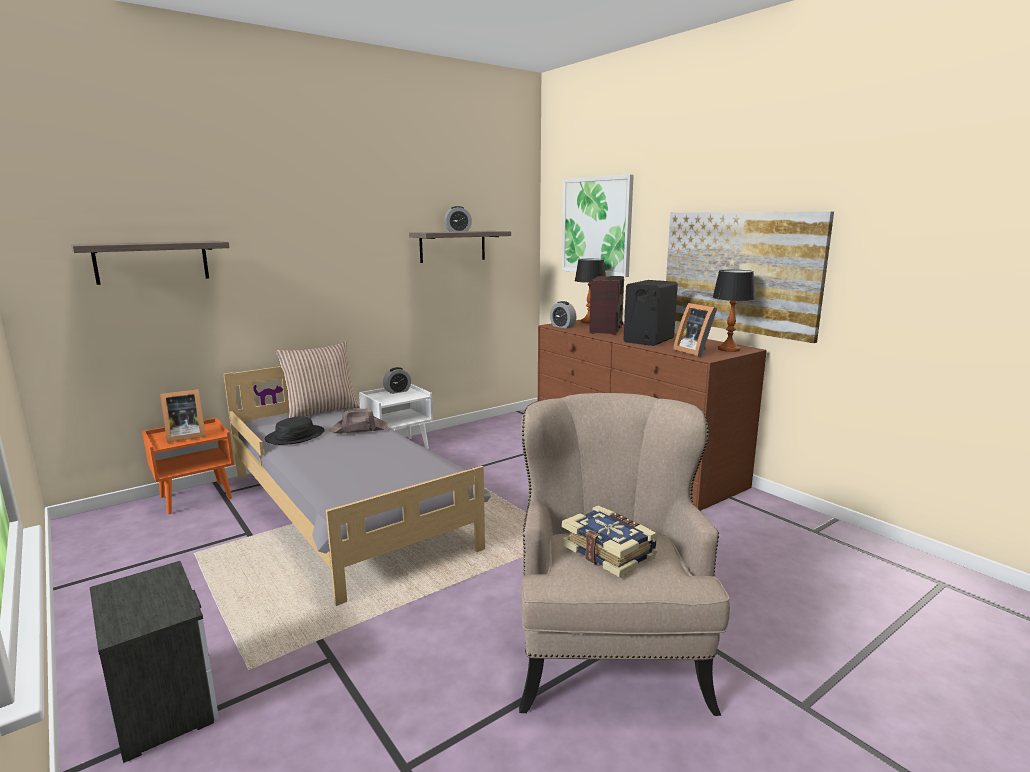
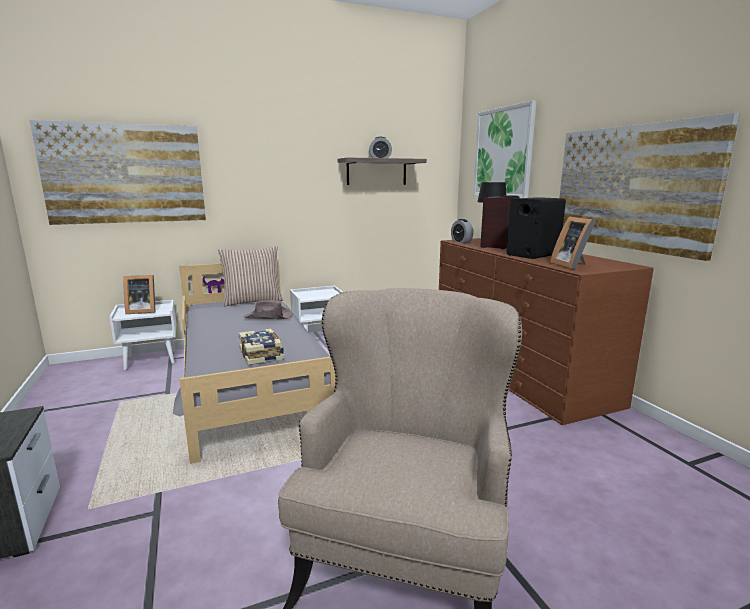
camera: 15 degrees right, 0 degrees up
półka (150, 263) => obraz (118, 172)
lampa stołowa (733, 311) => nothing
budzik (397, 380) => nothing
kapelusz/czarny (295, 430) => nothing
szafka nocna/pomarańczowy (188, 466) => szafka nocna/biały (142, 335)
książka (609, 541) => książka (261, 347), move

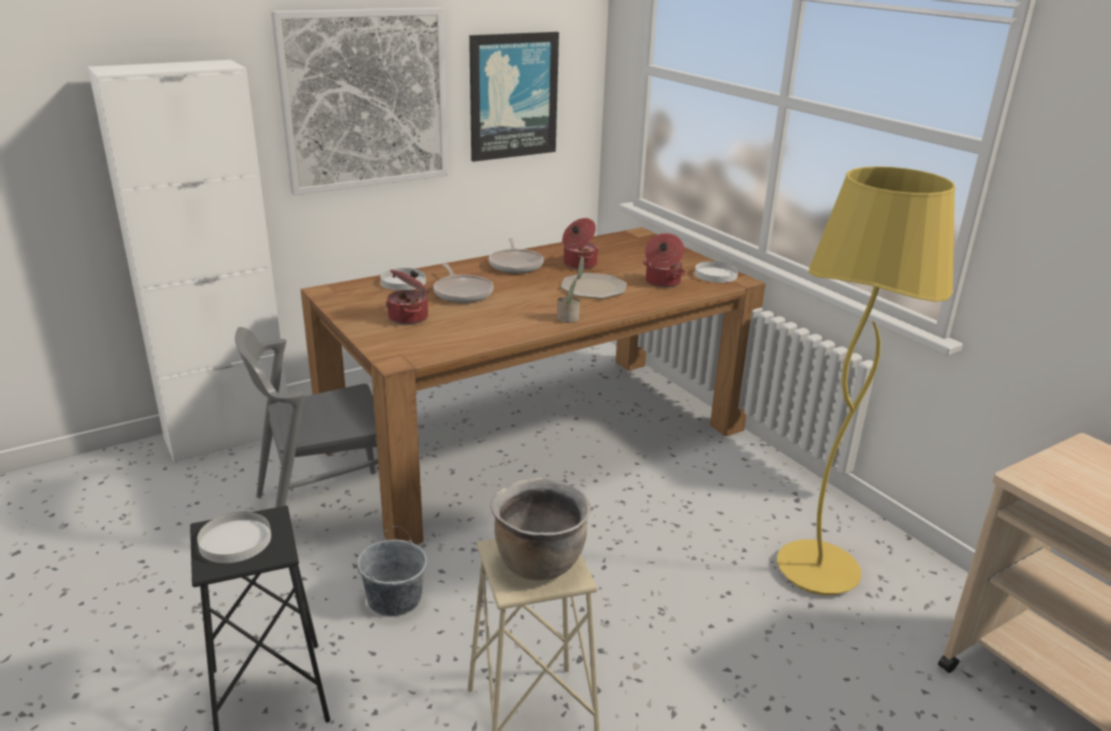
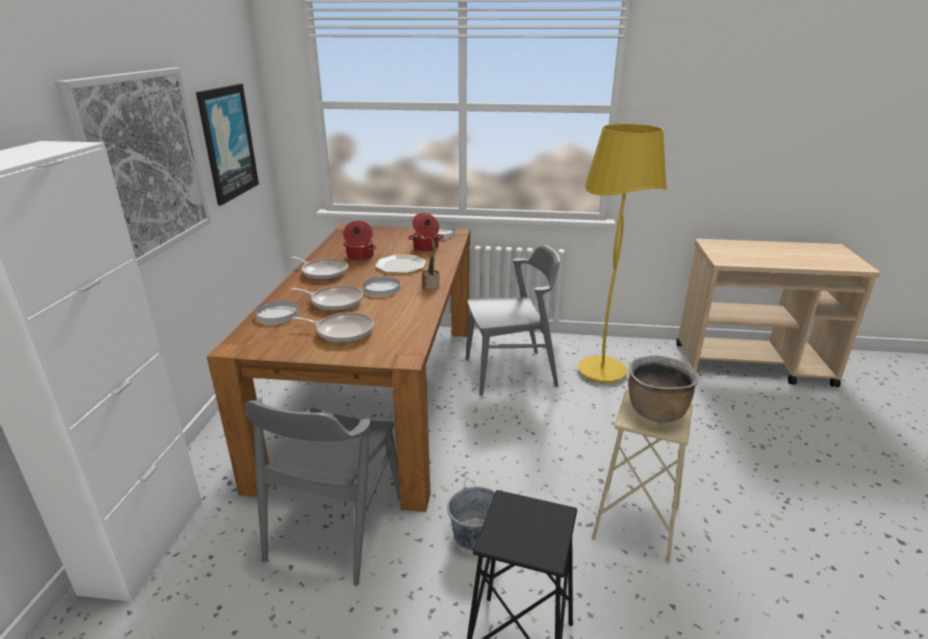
camera: 50 degrees left, 0 degrees up
garnek (407, 297) => patelnia (333, 327)
talerz/biały (234, 537) => talerz/biały (381, 286), move
nothing => krzesło/szary (513, 320)

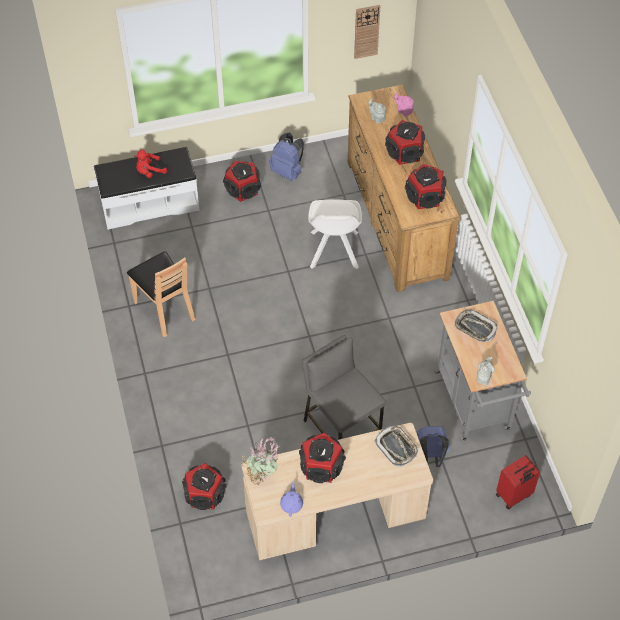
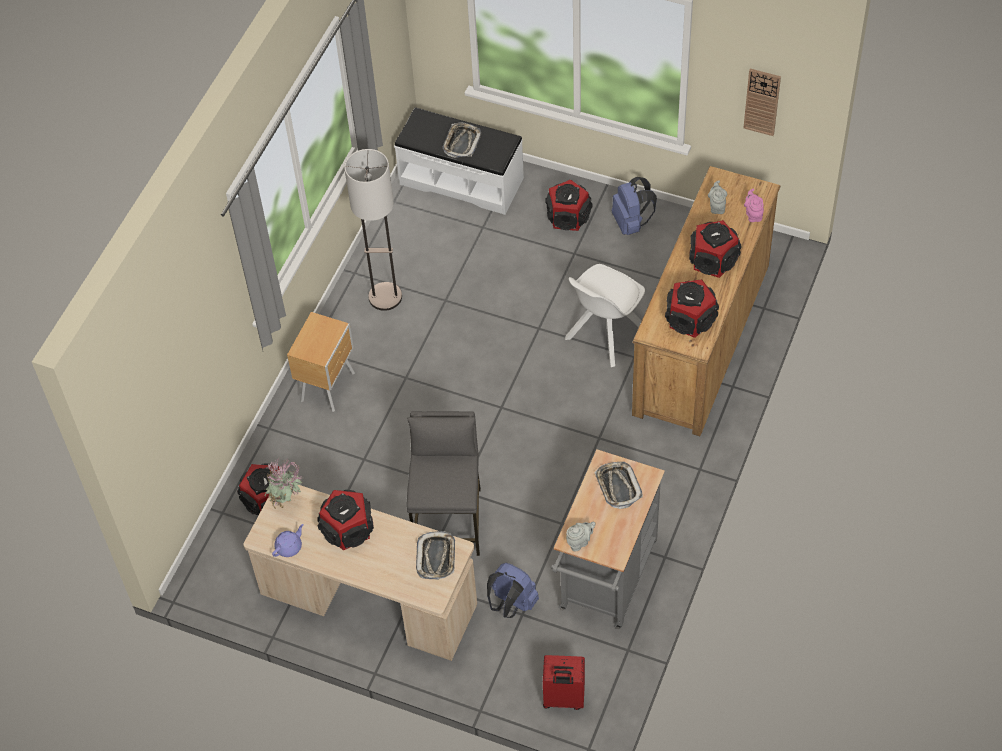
camera: 40 degrees right, 0 degrees up
pluszak/czerwony (150, 164) => taca (462, 140)
krzesło/brązowy (161, 294) => lampa stojąca (373, 230)
nothing => szafka nocna/brązowy (321, 362)

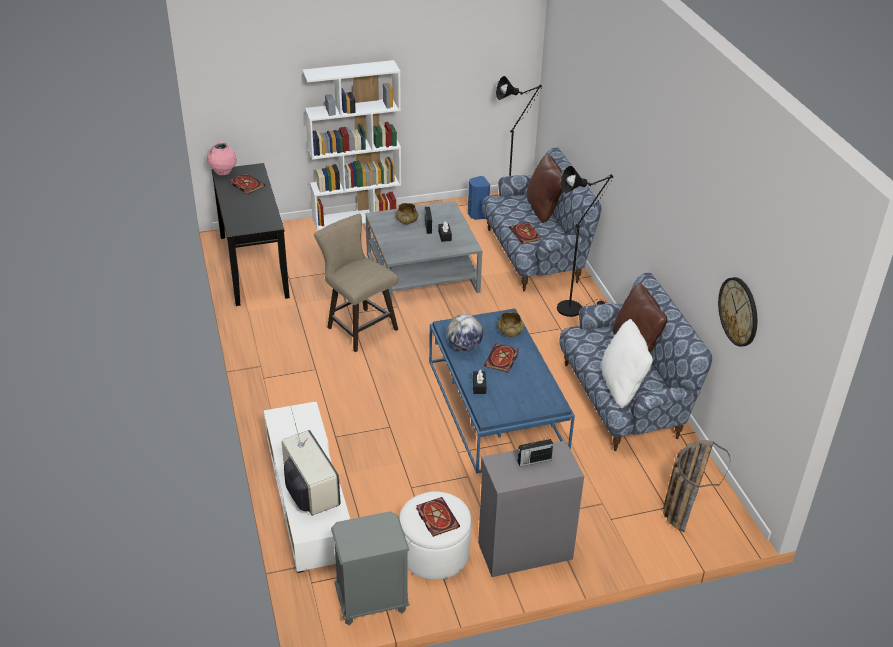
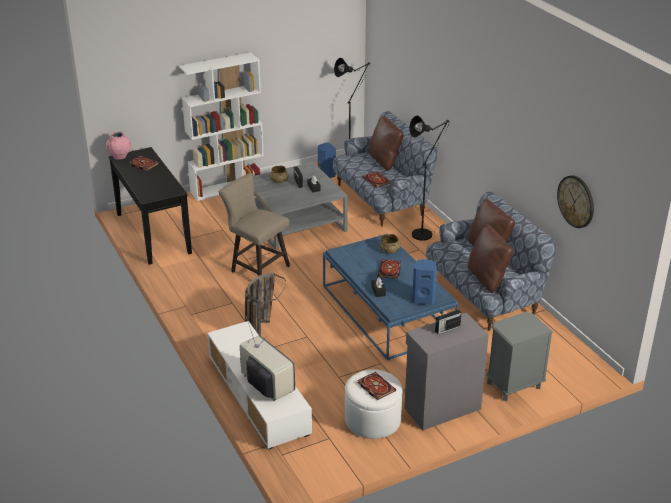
camera: 10 degrees left, 5 degrees down
globus (464, 332) => nothing
poduszka/biały (627, 363) => poduszka/brązowy (490, 258)
koszyk (696, 486) => koszyk (265, 304), move
szafka nocna/szary (370, 568) => szafka nocna/szary (519, 356), move
nothing => głośnik/niebieski (424, 282)

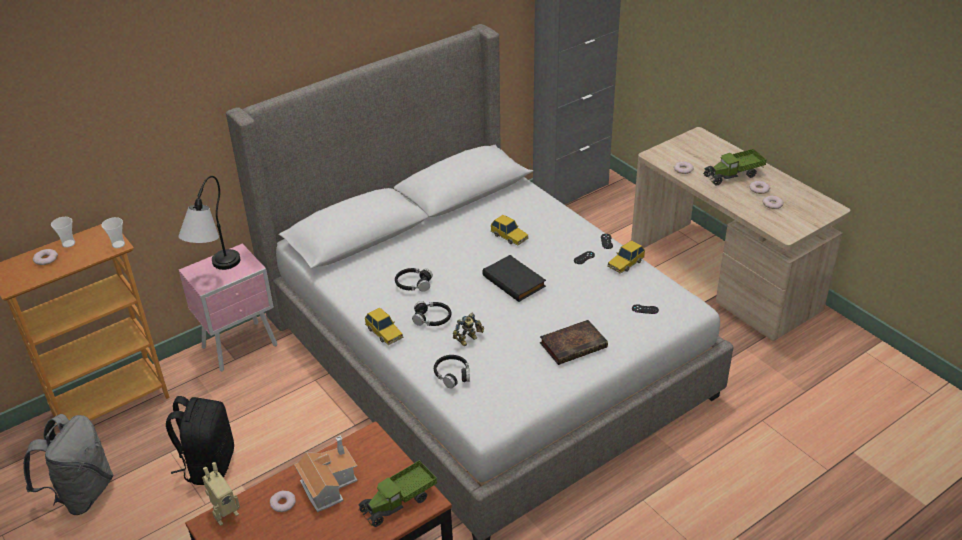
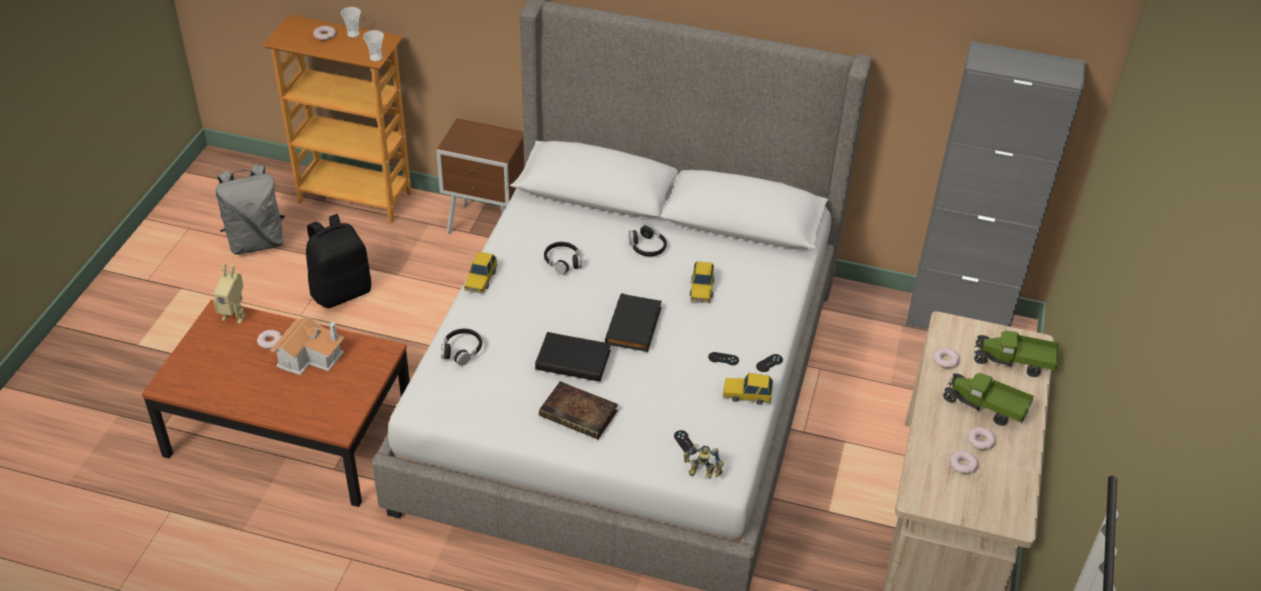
camera: 50 degrees right, 5 degrees up
lampa stołowa (209, 223) => nothing
szafka nocna/różowy (228, 308) => szafka nocna/brązowy (480, 176)
słuchawki/czarny (431, 313) => słuchawki/czarny (648, 240), move
robot zabawkowy (468, 329) => robot zabawkowy (704, 461), move
ciężarówka zabawkowa (397, 493) => ciężarówka zabawkowa (1016, 354), move
nothing => książka/czarny (573, 357)

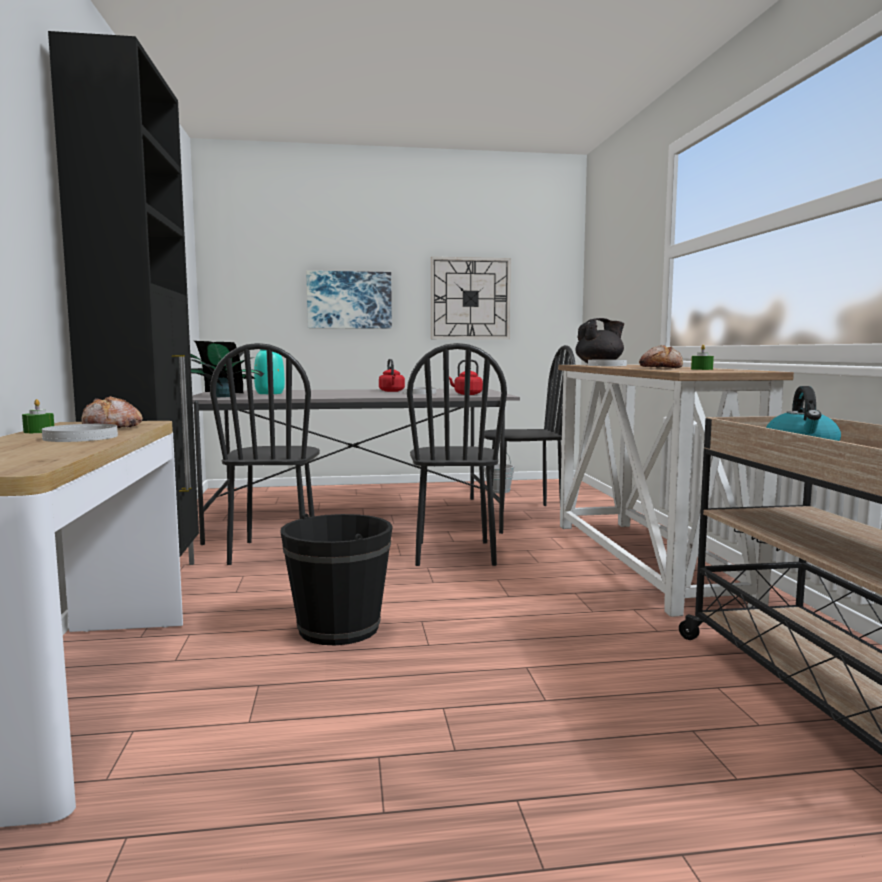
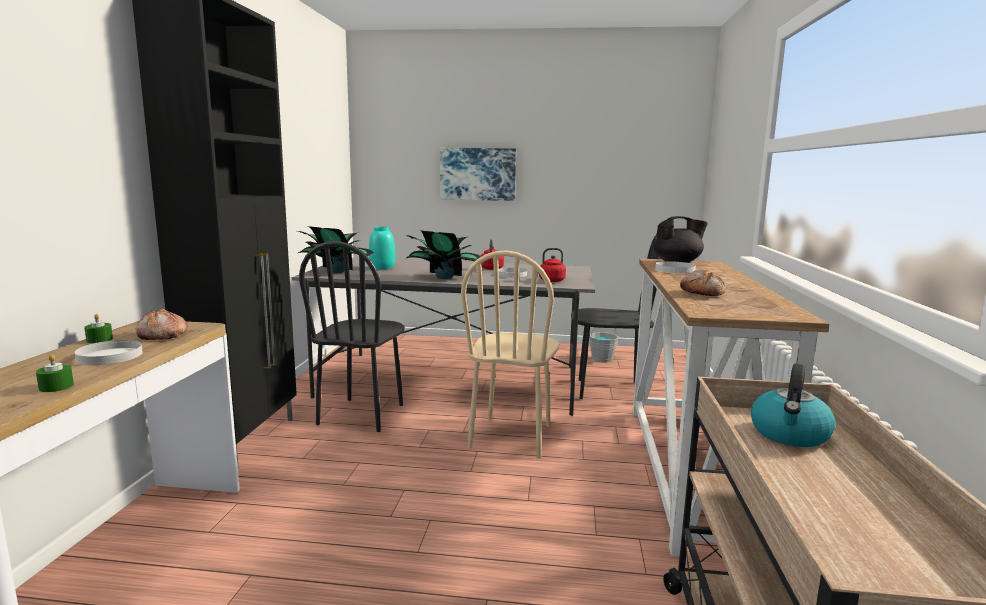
camera: 15 degrees right, 5 degrees up
zegar ścienny (471, 298) => nothing
krzesło/czarny (457, 454) => krzesło/beżowy (510, 354)
świeca/zielony (702, 357) => świeca/zielony (55, 373), move
wiadro/czarny (336, 579) => nothing
nothing => roślina doniczkowa (443, 255)

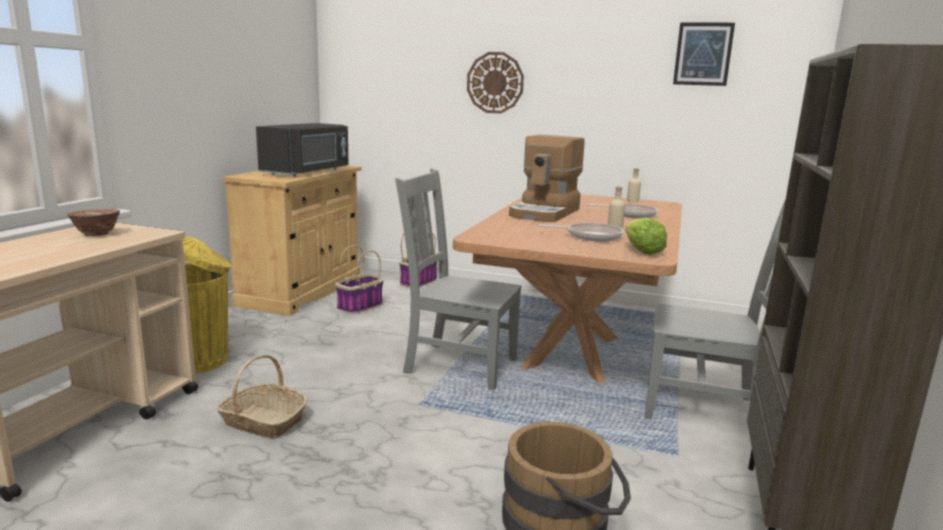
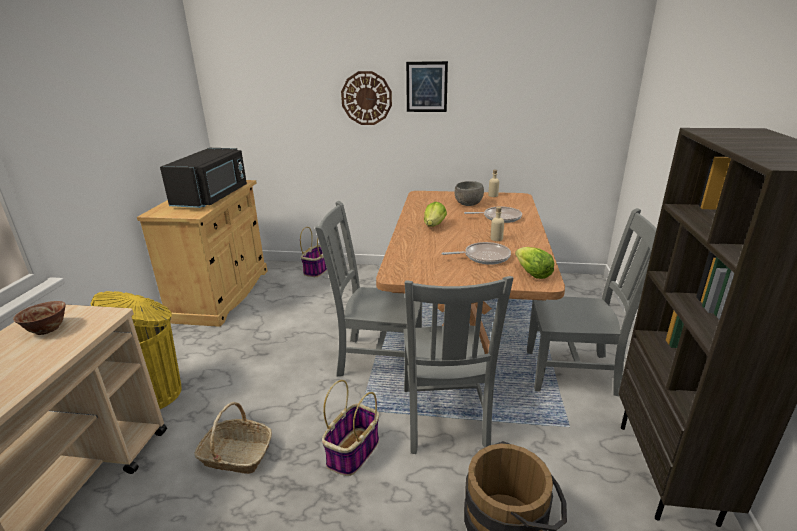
camera: 10 degrees left, 10 degrees up
obraz (704, 54) => obraz (427, 86), move
ekspres do kawy (547, 178) => sałata (435, 214)
koszyk (359, 279) => koszyk (350, 428), move
nothing => miska/szary (469, 193)
nothing => krzesło/szary (458, 365)

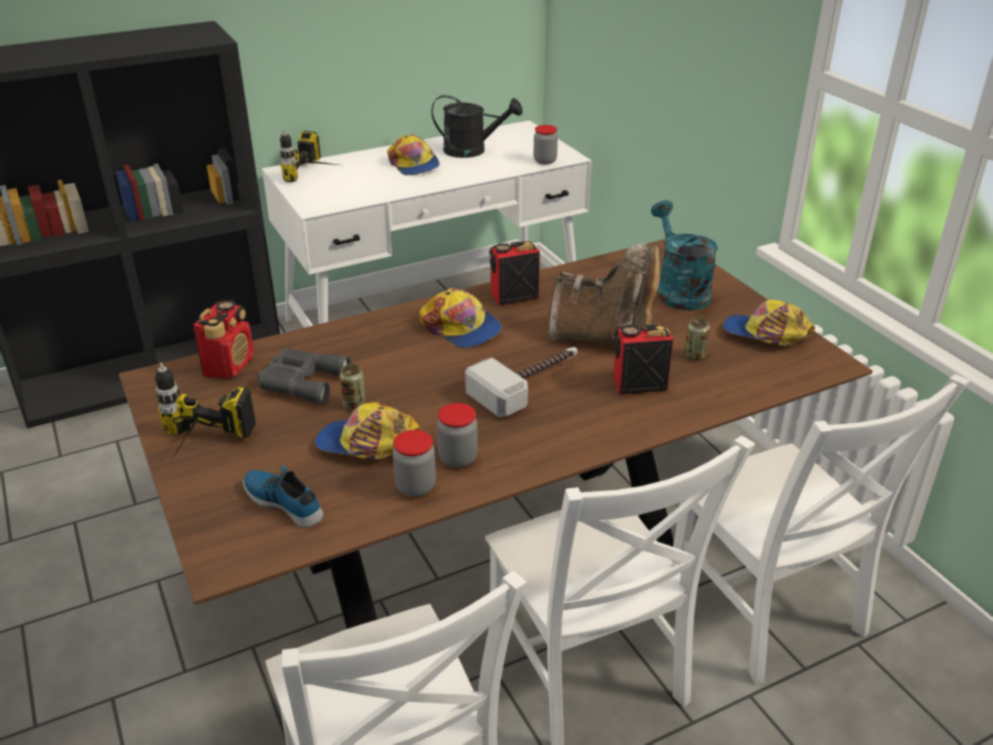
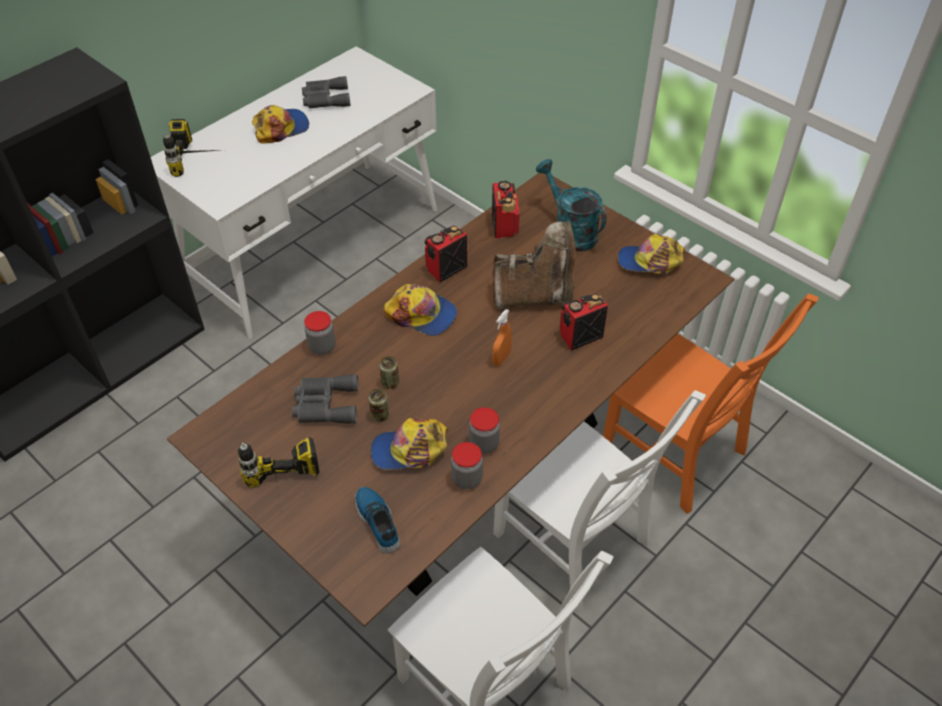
camera: 20 degrees left, 15 degrees up
konewka/czarny (476, 126) => lornetka/szary (326, 92)
słoik (546, 144) => słoik (319, 333), move
czapka z daszkiem (413, 154) => czapka z daszkiem (280, 124), 75 degrees counterclockwise
radio (223, 339) => radio (505, 209), move
puszka (697, 338) => puszka (389, 372), move
młotek (521, 382) => spryskiwacz/pomarańczowy (502, 337)
krzesło/biały (820, 529) => krzesło/pomarańczowy (711, 403)
but (283, 496) => but (378, 520), 45 degrees clockwise

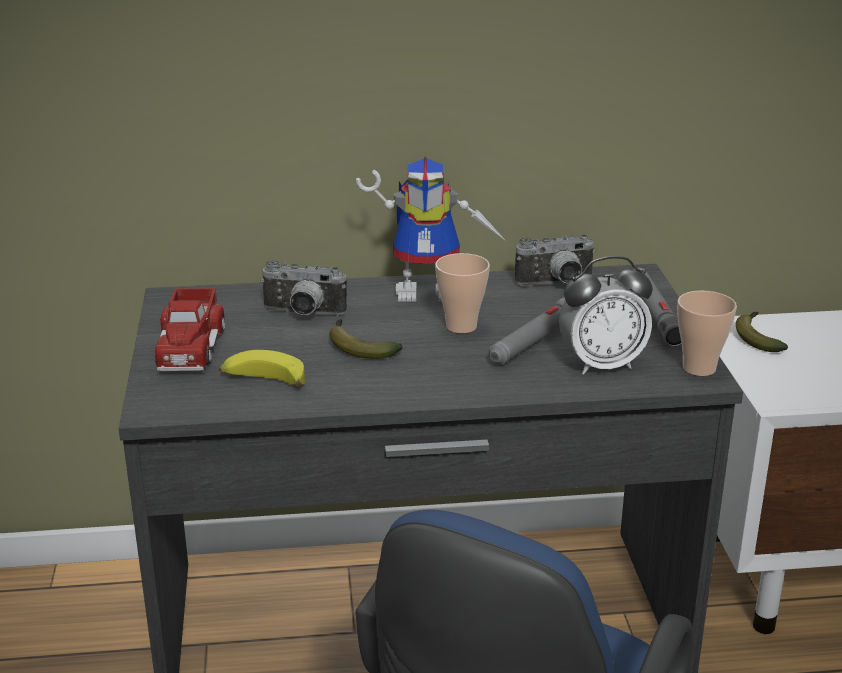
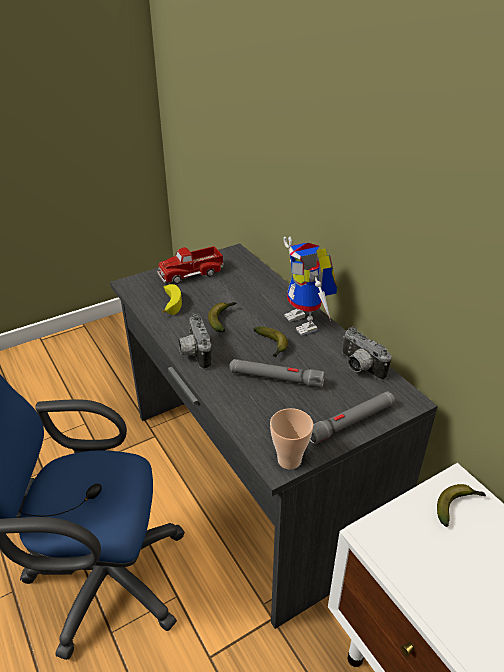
camera: 65 degrees right, 10 degrees up
filiżanka (462, 293) => banan (271, 342)
budzik (606, 315) => nothing
aparat fotograficzny (303, 288) => aparat fotograficzny (194, 341), move

